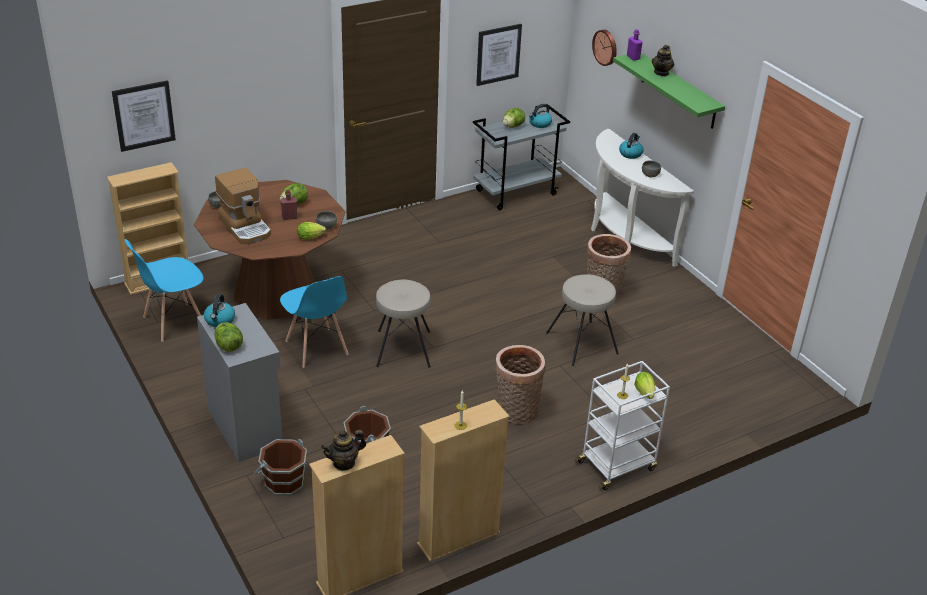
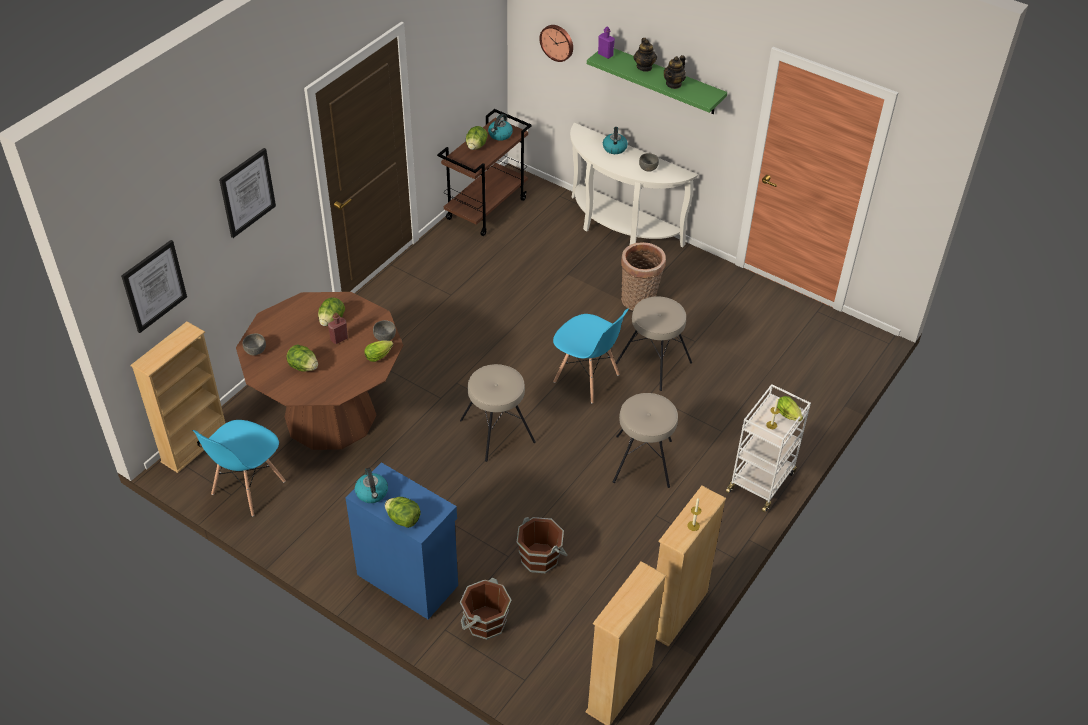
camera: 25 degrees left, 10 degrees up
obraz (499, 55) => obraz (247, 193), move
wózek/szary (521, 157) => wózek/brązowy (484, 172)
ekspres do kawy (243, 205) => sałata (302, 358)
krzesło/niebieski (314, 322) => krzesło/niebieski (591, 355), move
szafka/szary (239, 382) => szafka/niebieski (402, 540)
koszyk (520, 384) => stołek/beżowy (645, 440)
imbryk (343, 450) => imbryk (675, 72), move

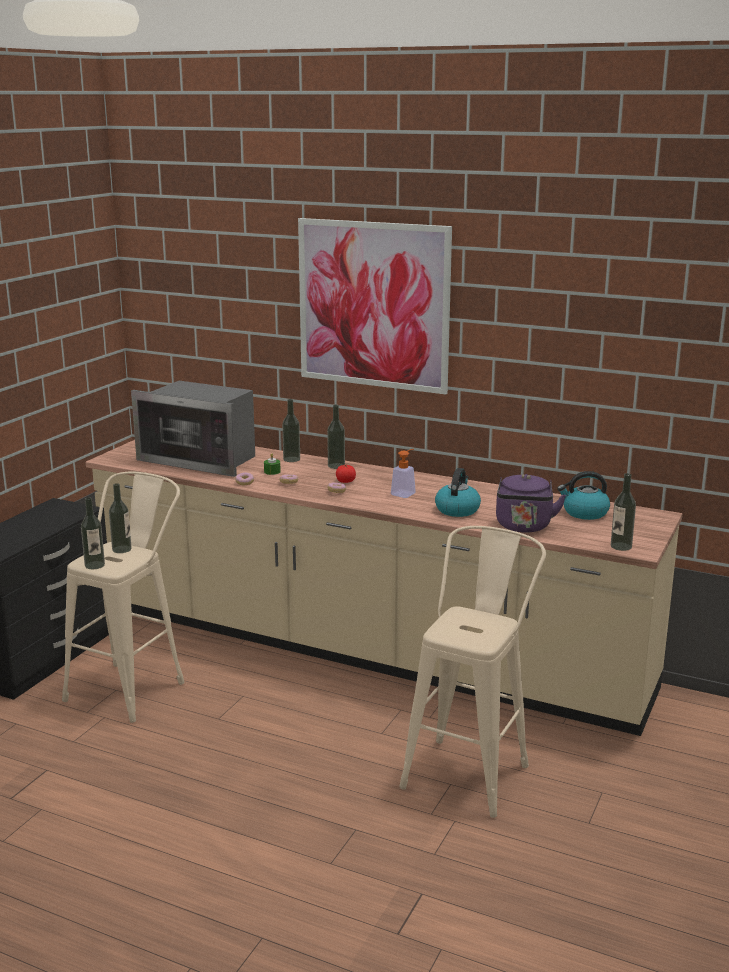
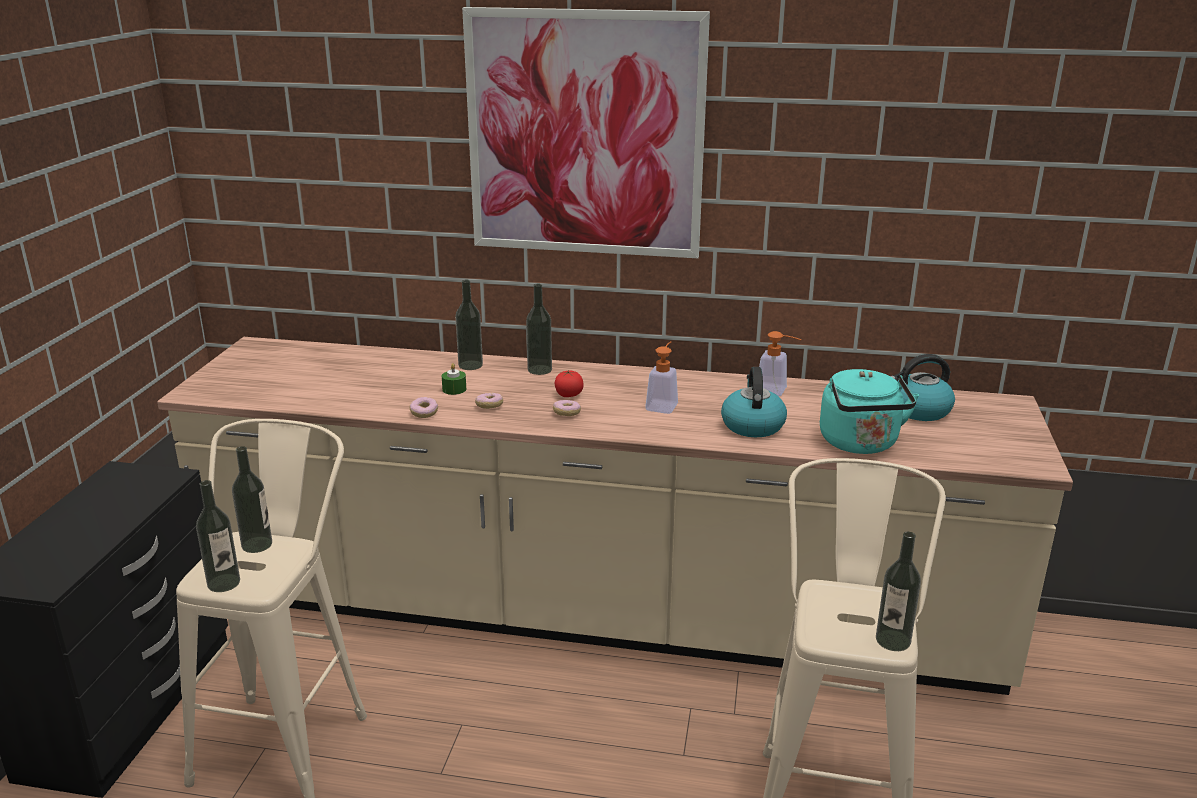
camera: 15 degrees left, 5 degrees up
mikrofalówka (193, 429) => nothing
butelka (623, 512) => butelka (898, 591), move
czajnik/fioletowy (531, 503) => czajnik/turkusowy (869, 411)
nothing => dozownik mydła (780, 363)

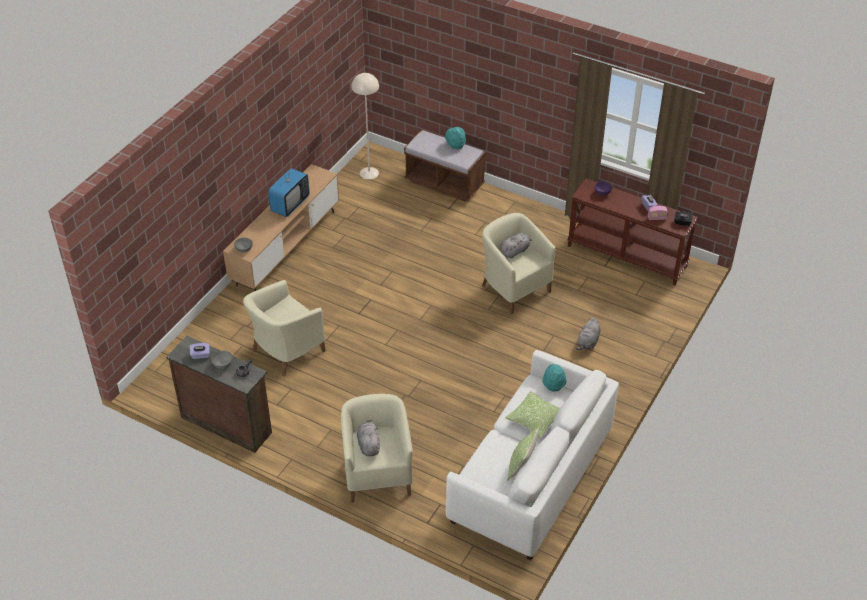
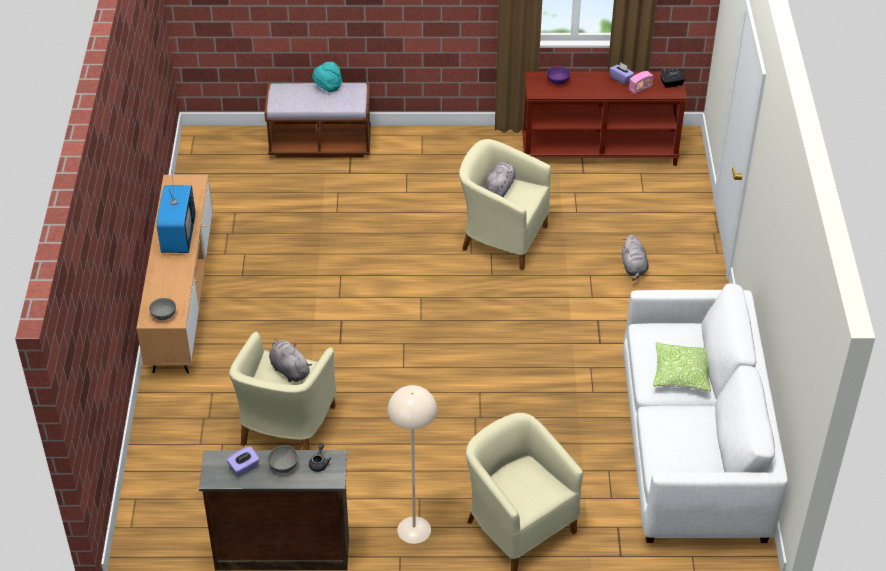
camera: 30 degrees left, 0 degrees up
lampa stojąca/beżowy (365, 126) => lampa stojąca/beżowy (412, 464), move
kapelusz/turkusowy (554, 378) => nothing
pluszak/szary (368, 438) => pluszak/szary (290, 360), move
poduszka (523, 453) => nothing

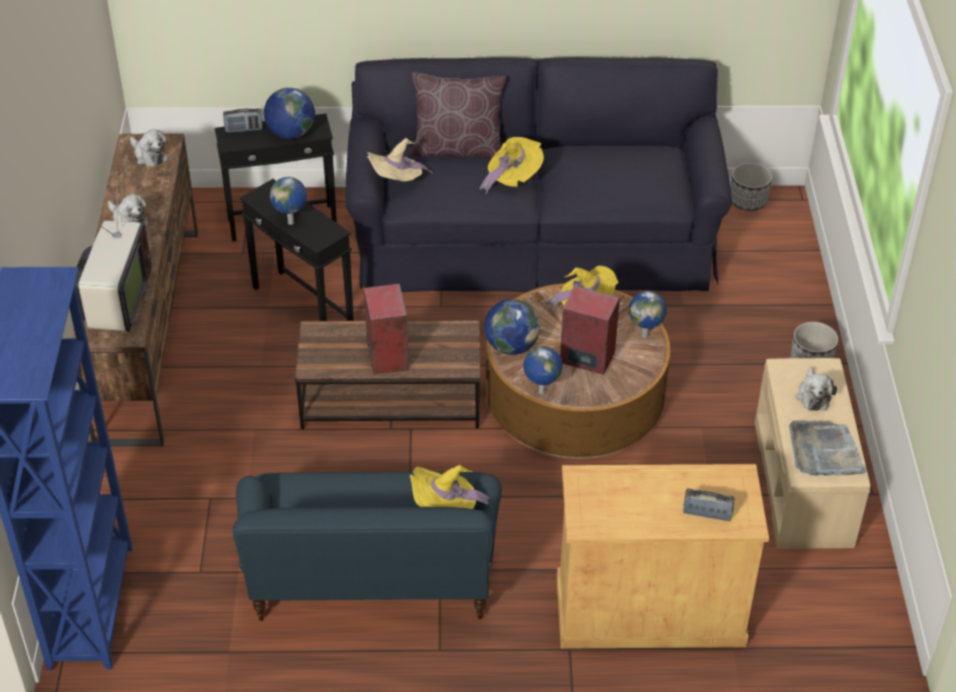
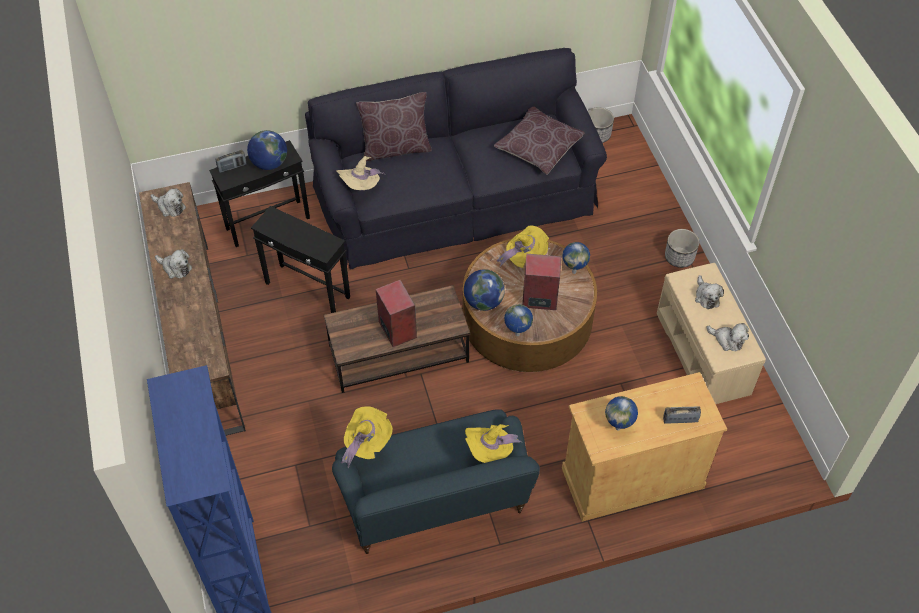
camera: 15 degrees left, 10 degrees up
kapelusz/żółty (511, 165) => kapelusz/żółty (367, 437), move
globus (288, 201) => globus (621, 413), move
telewizor (113, 255) => nothing
taca/szary (827, 447) => pluszak (728, 337)
nothing => poduszka/brązowy (539, 141)

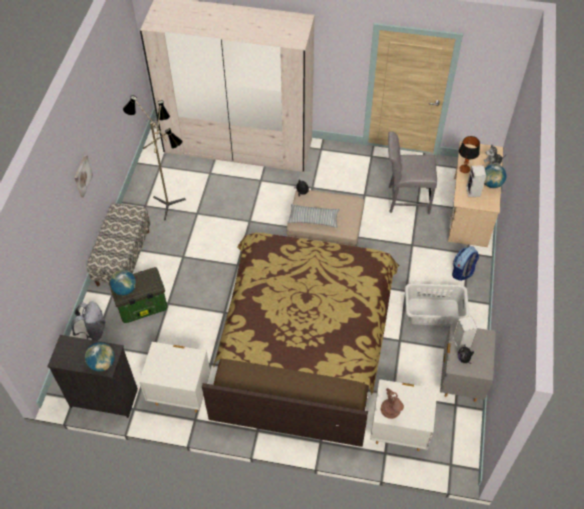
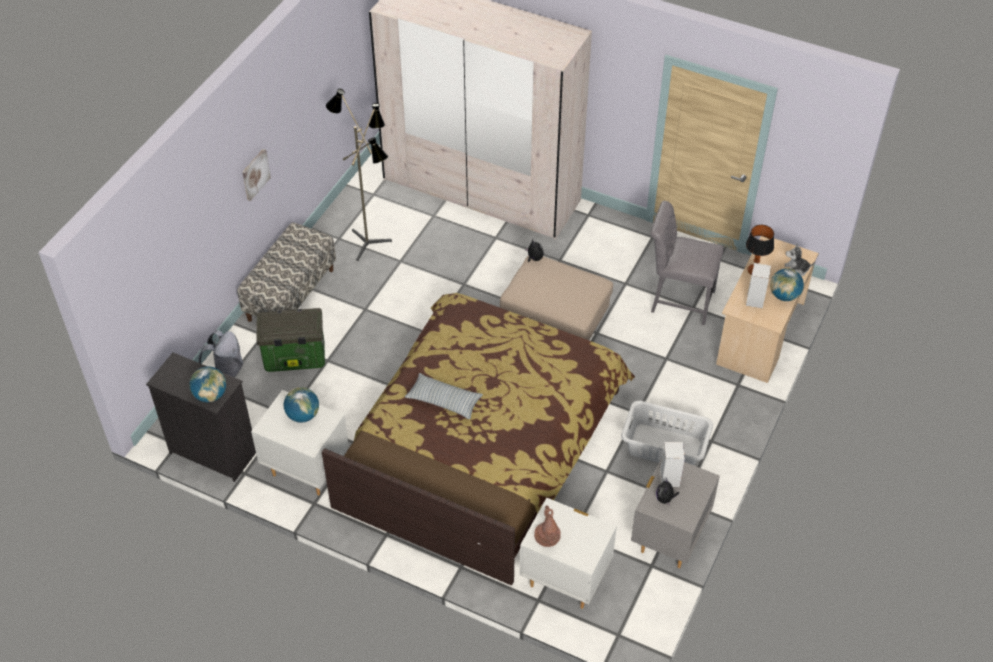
camera: 15 degrees right, 5 degrees down
poduszka (314, 216) => poduszka (444, 396), move
plecak (465, 263) => nothing
globus (123, 282) => globus (301, 405), move

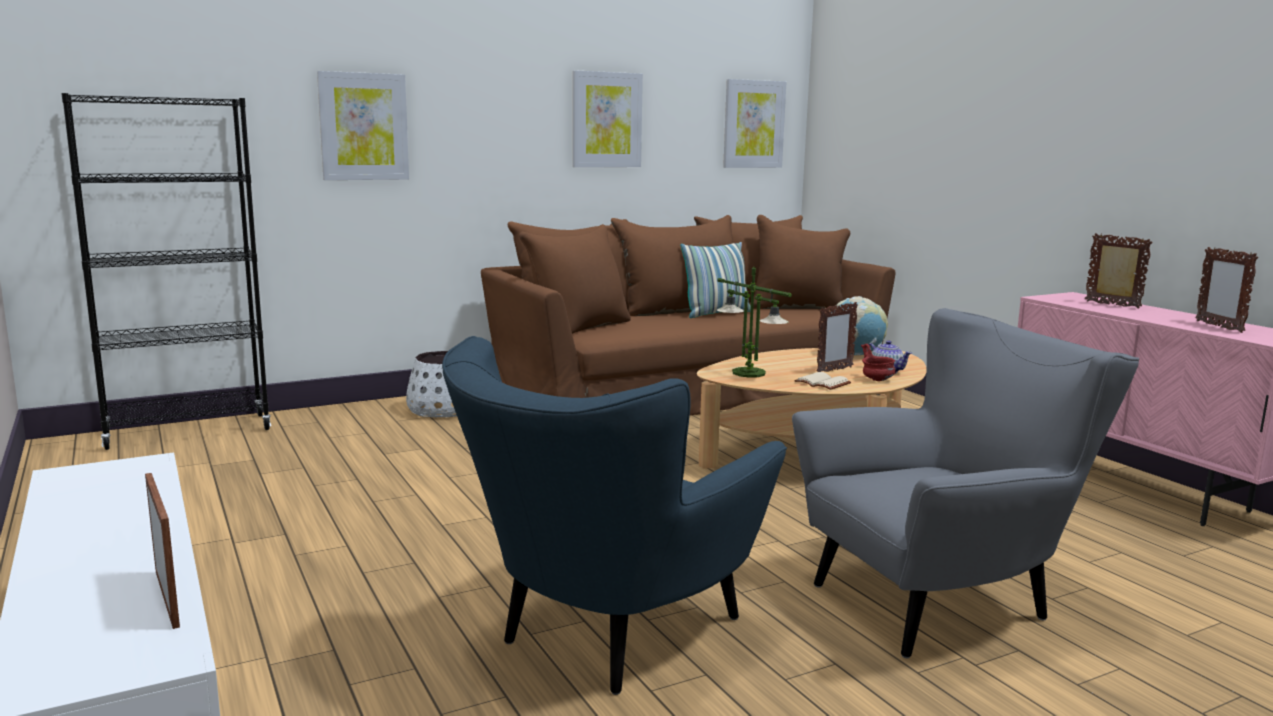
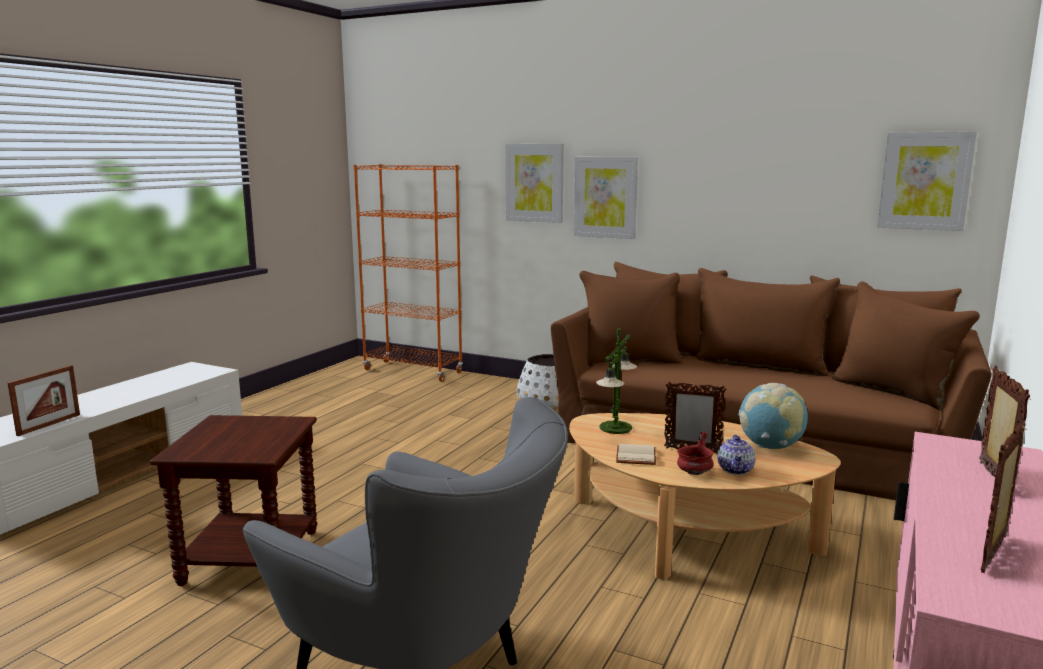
camera: 55 degrees right, 0 degrees up
obraz (608, 118) => obraz (606, 198), move
regał/czarny (166, 271) => regał/pomarańczowy (408, 273)
poduszka (715, 280) => nothing
fotel/niebieski (614, 515) => stolik/brązowy (233, 500)

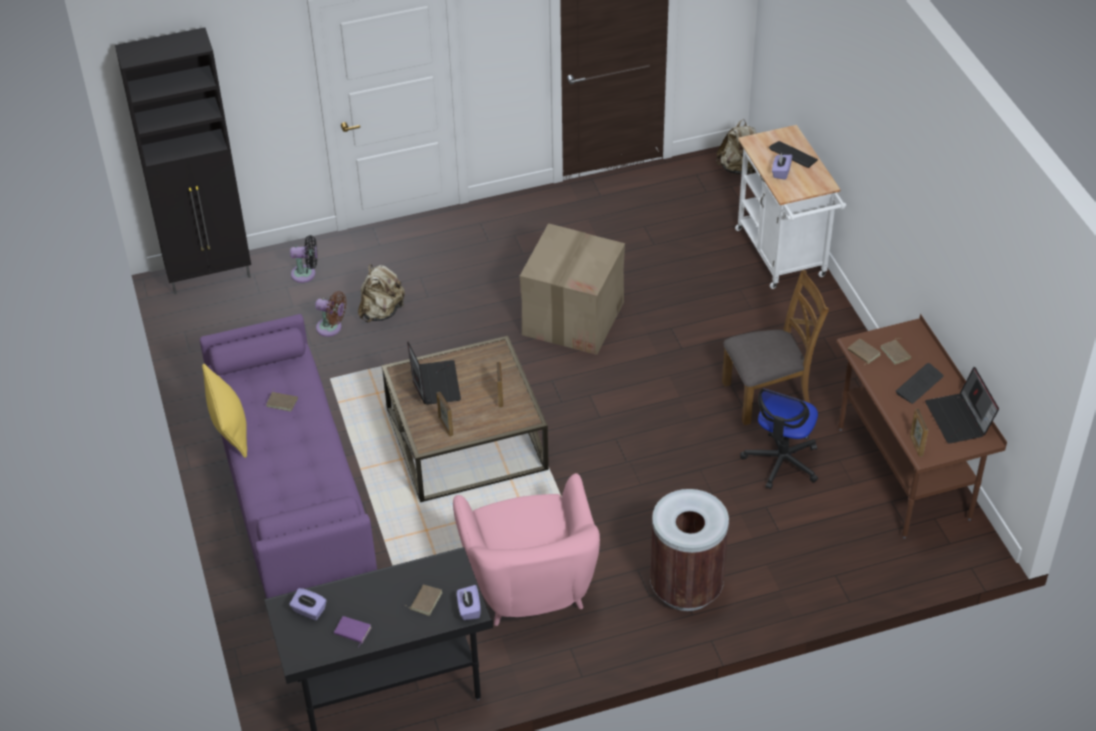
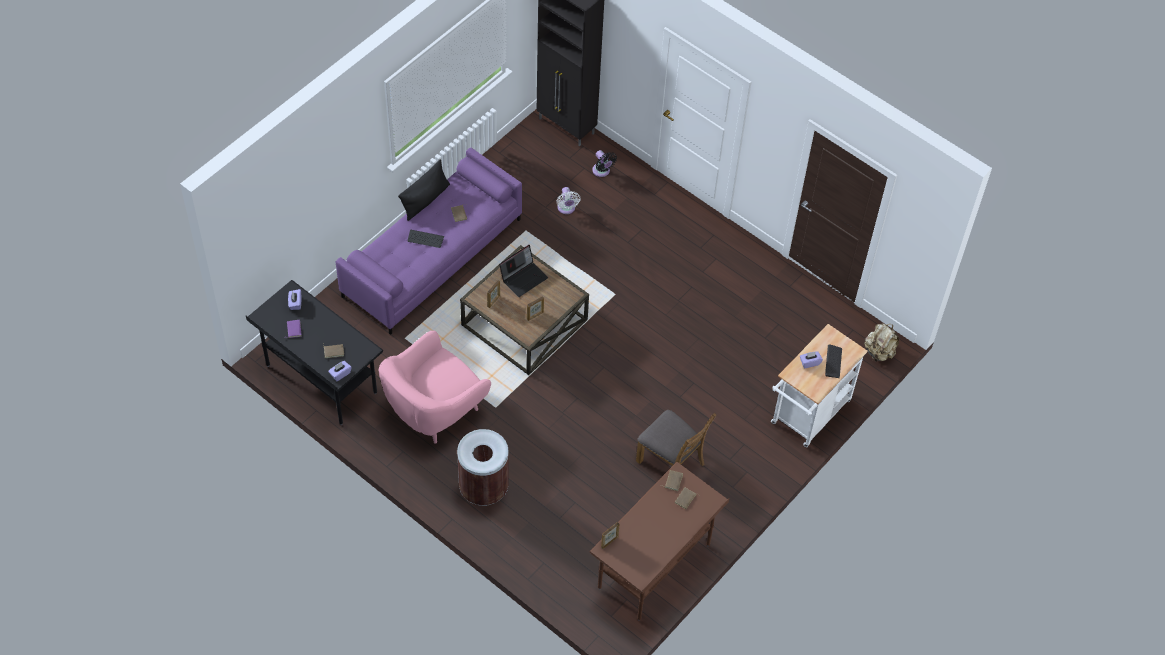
camera: 55 degrees right, 10 degrees up
karton (572, 289) => nothing
plecak/beżowy (381, 293) => nothing
wentylator/brązowy (331, 314) => wentylator/biały (568, 200)
klawiatura (920, 383) => klawiatura (426, 239), move
poduszka/żółty (224, 411) => poduszka/czarny (424, 190)
laptop (962, 405) => nothing
krzesło biurowe (779, 439) => nothing

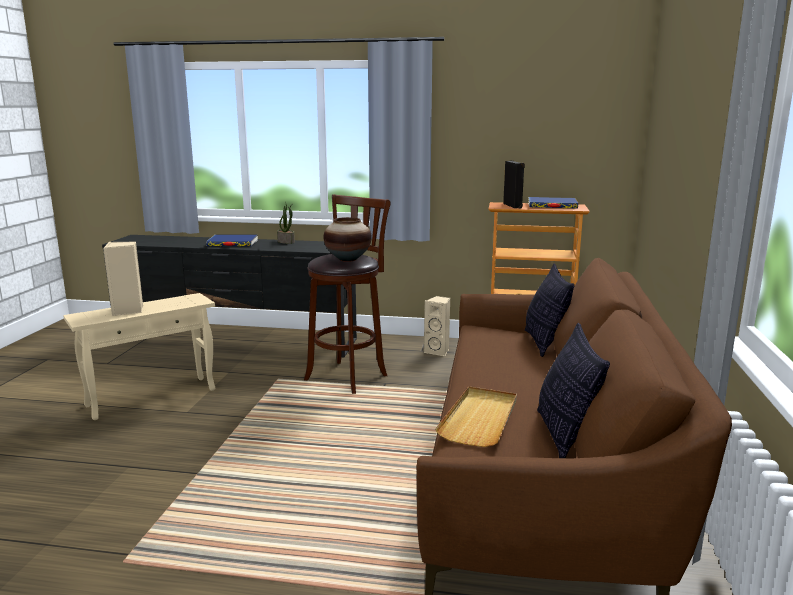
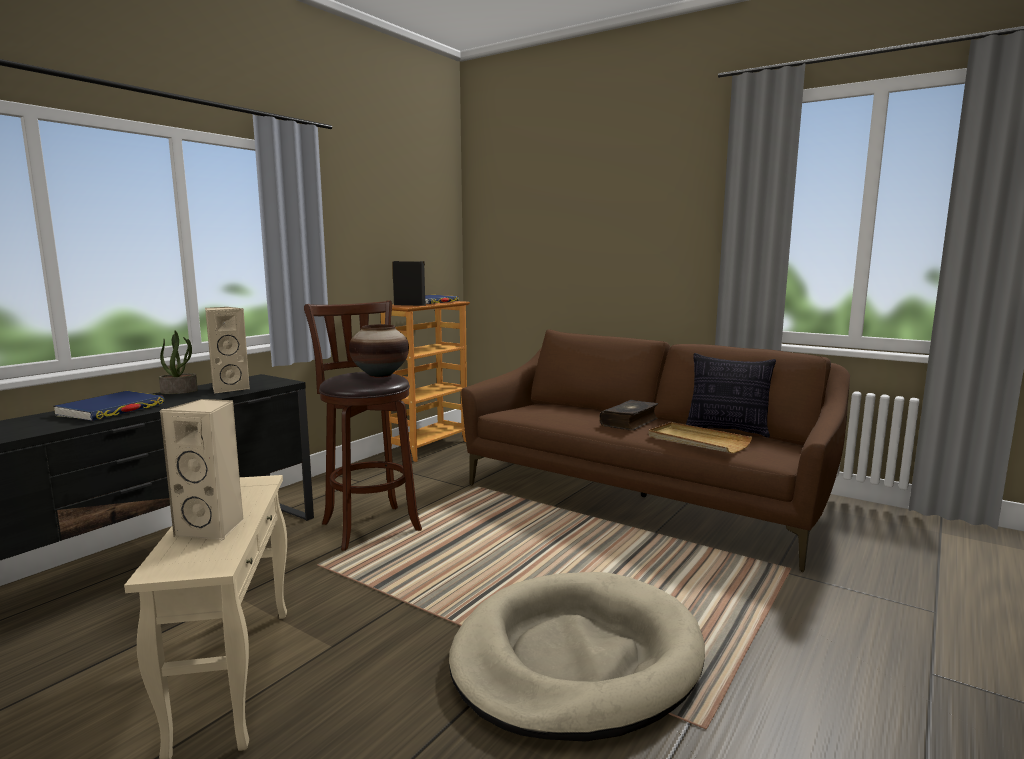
camera: 65 degrees left, 5 degrees down
poduszka (550, 310) => nothing
głośnik/beżowy (437, 326) => głośnik/beżowy (227, 350), move
nothing => książka (629, 415)
nothing => legowisko/beżowy (577, 657)

